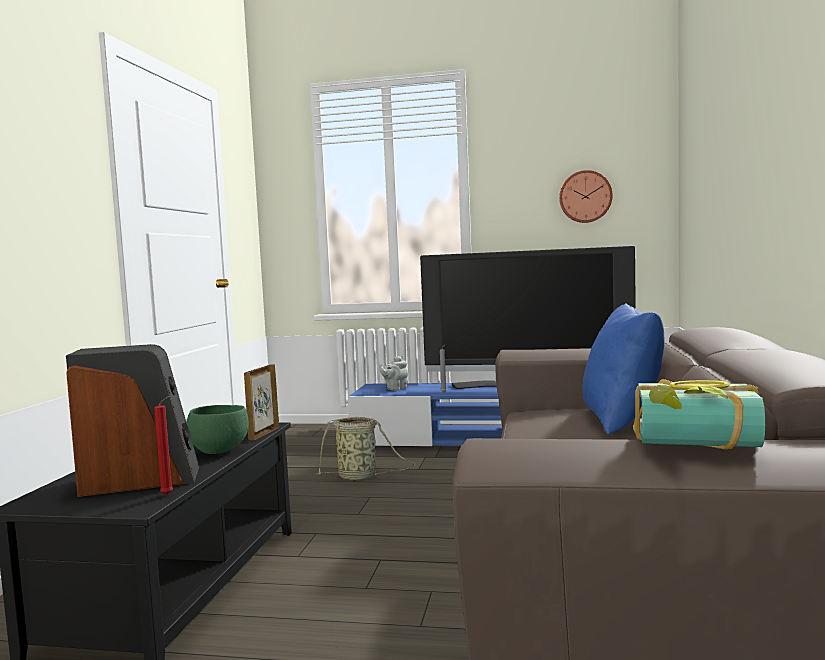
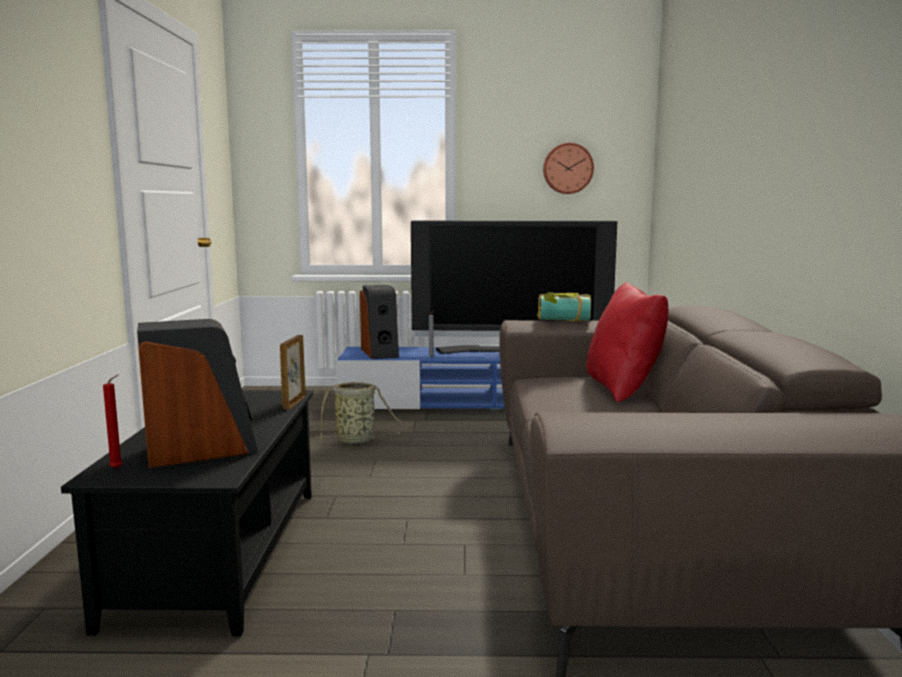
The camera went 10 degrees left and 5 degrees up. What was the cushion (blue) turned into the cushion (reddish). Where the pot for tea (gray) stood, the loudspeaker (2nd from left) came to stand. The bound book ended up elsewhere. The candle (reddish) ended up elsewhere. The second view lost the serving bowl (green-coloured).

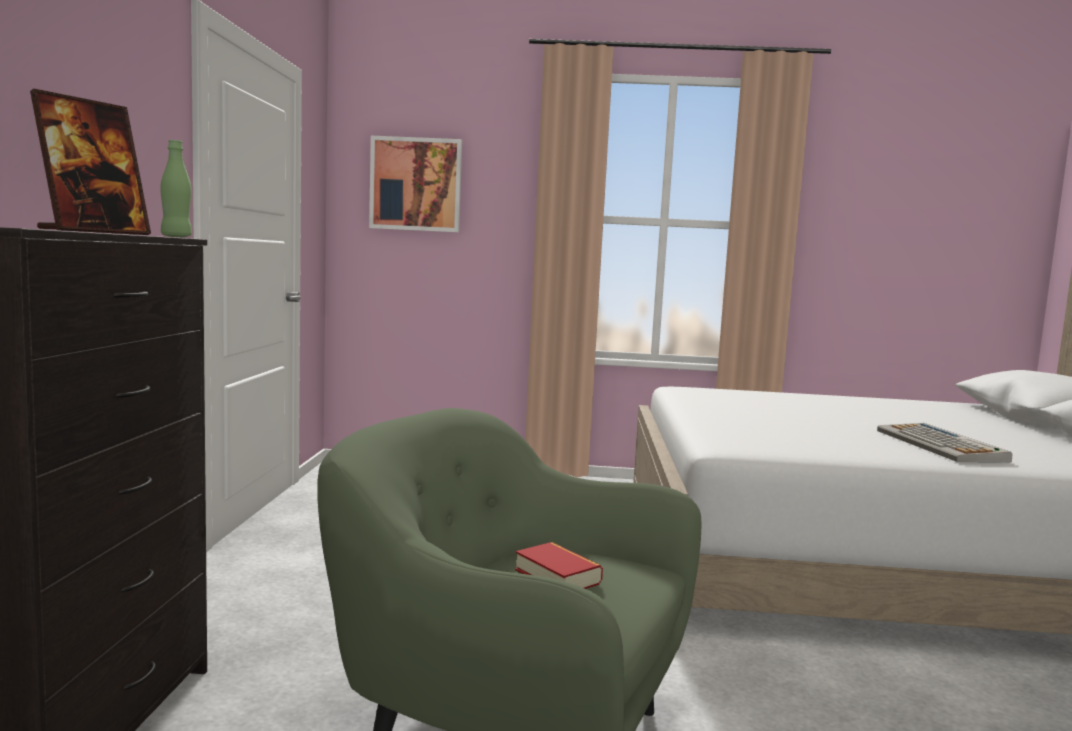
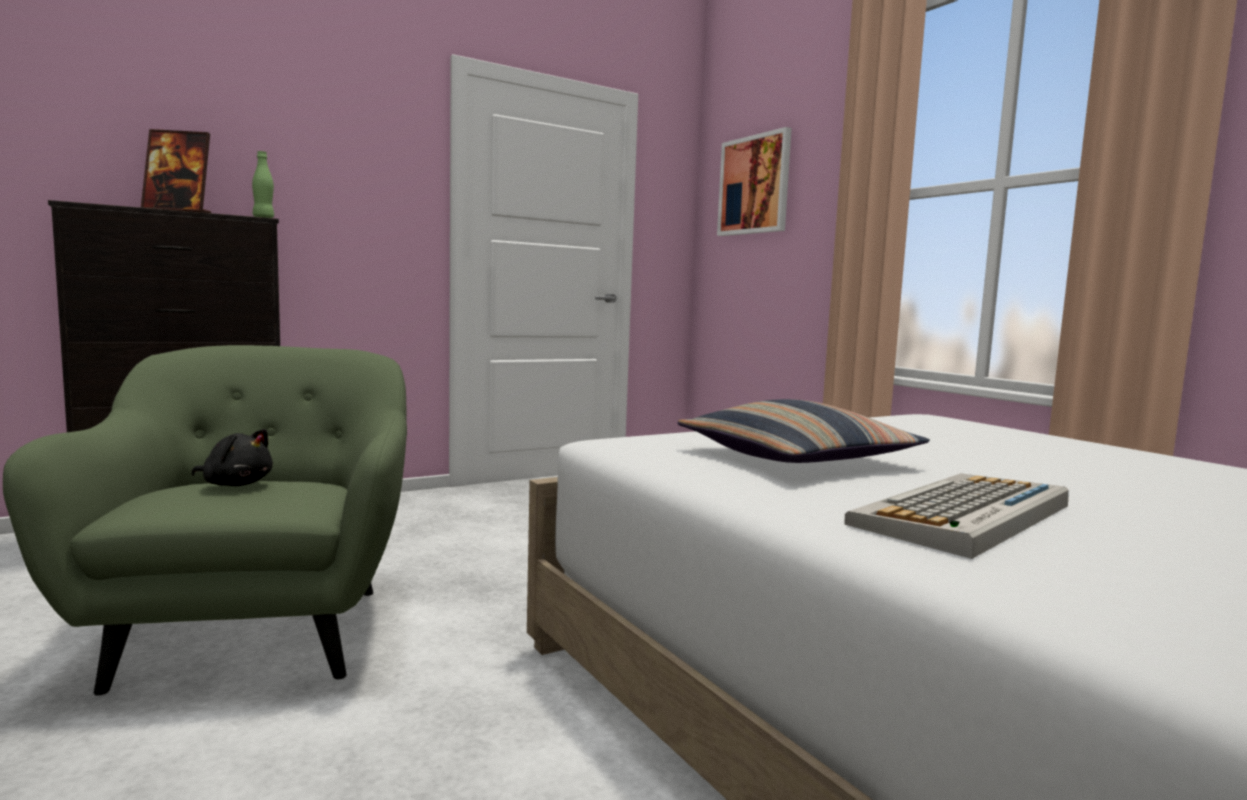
The camera went 55 degrees right and 0 degrees up. Where the bound book stood, the plush toy (black-coloured) came to stand. The second view gained the cushion.

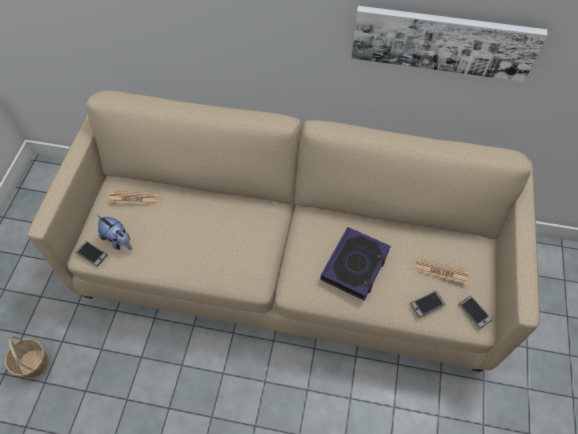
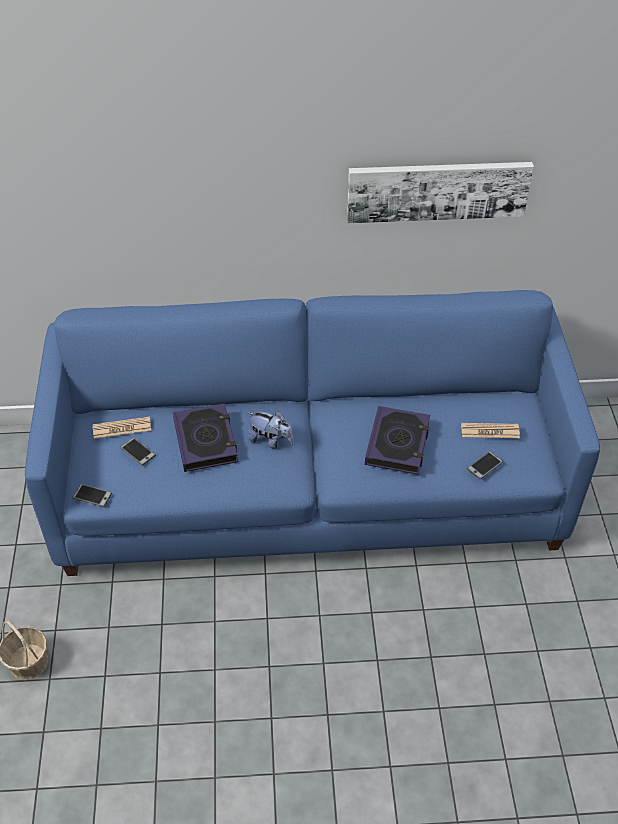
The camera went 15 degrees left and 10 degrees down. What was the settee (beige-coloured) turned into the settee (blue). The plush toy ended up elsewhere. The telephone (3rd from left in the first image) ended up elsewhere. The second view gained the bound book (1st from left).

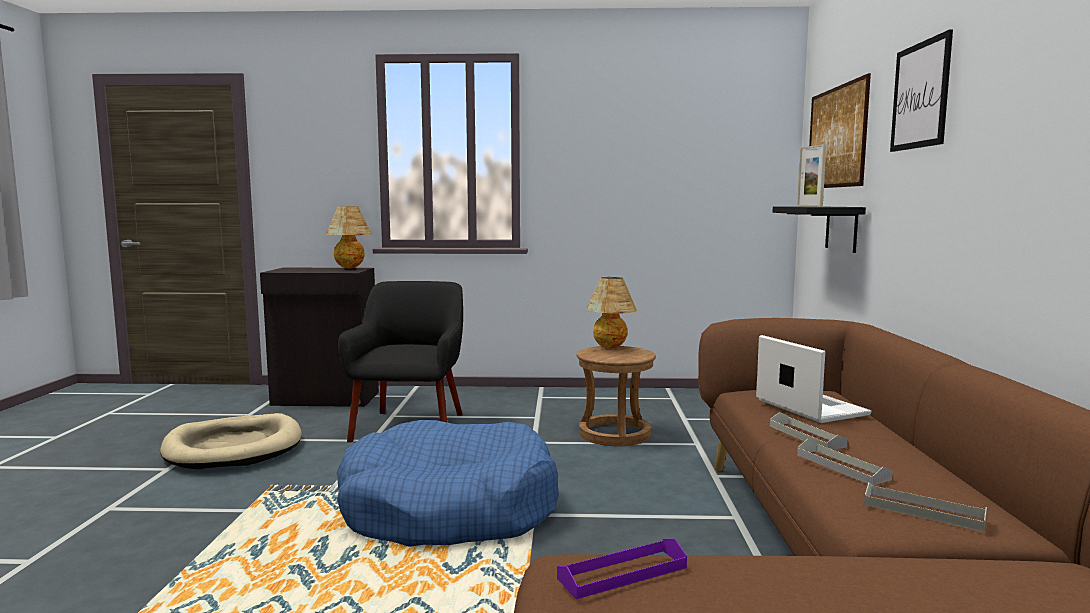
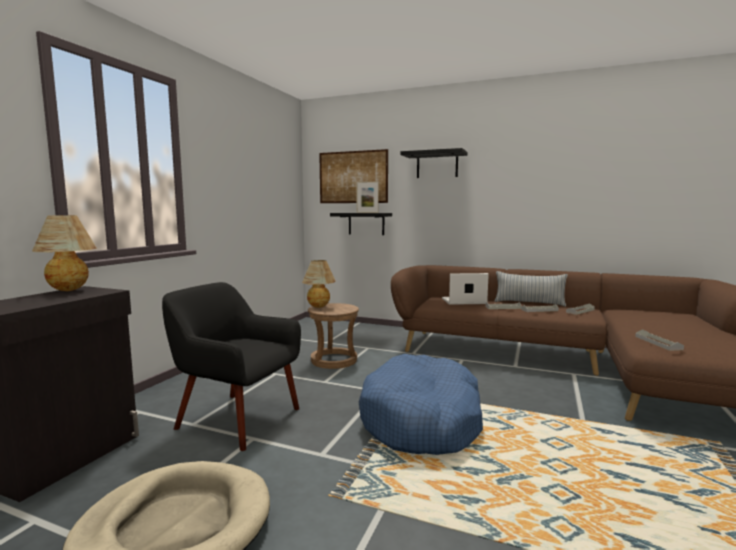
The camera went 70 degrees left and 0 degrees up. Where the picture (2nd from left) hung, the wall shelf (black-coloured) (2nd from left) came to hang. What was the carrying tray (purple) turned into the carrying tray (gray) (4th from left). The second view gained the cushion.

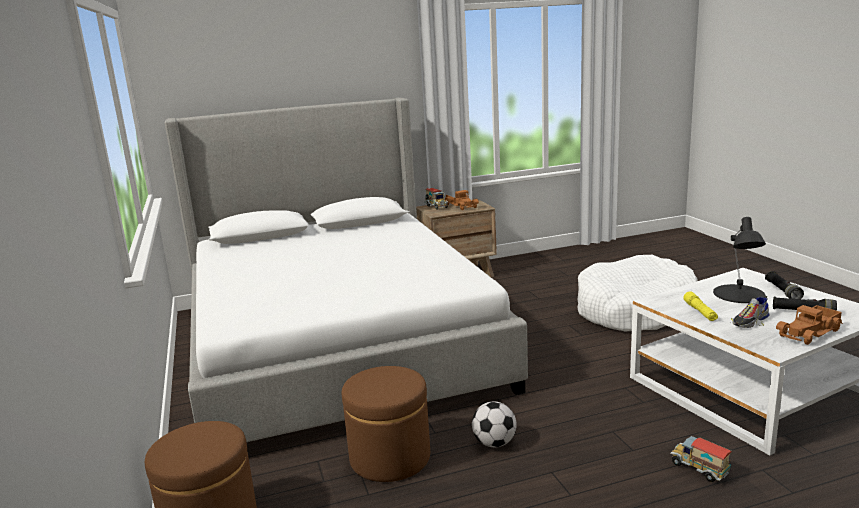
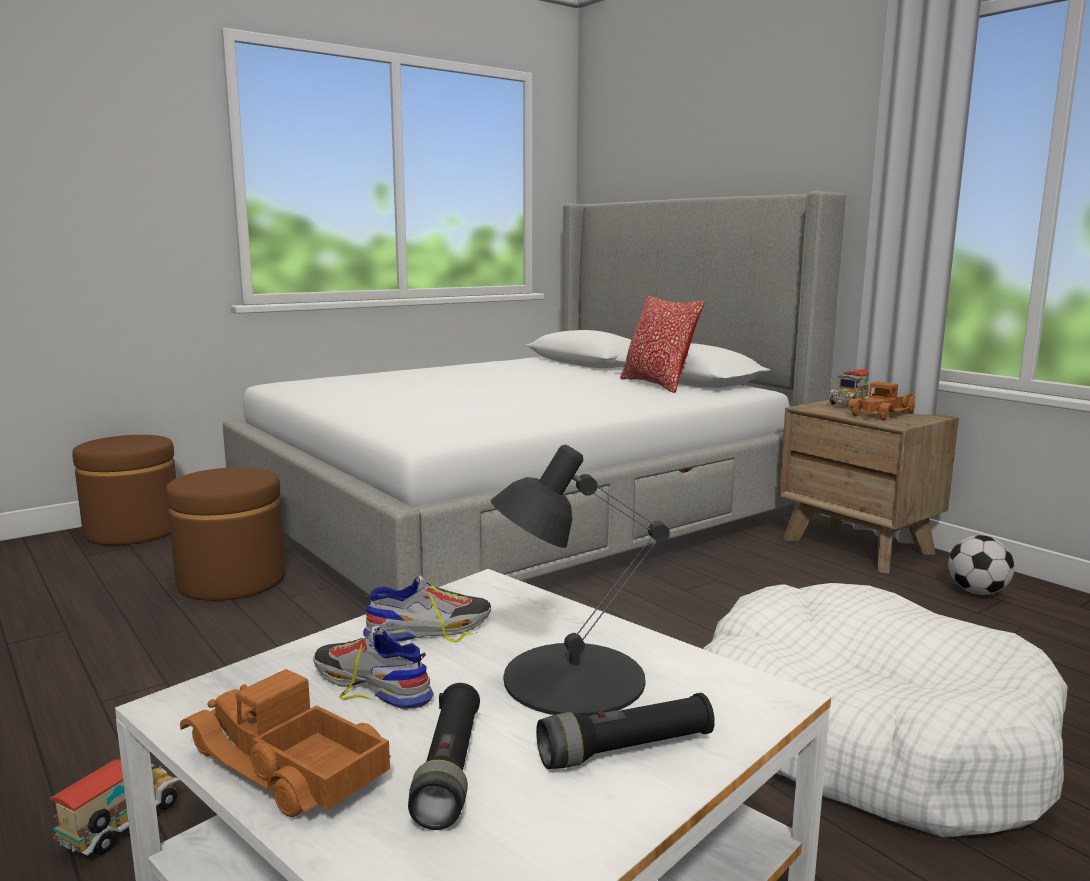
The camera went 70 degrees right and 5 degrees down. Where the flashlight (yellow) stood, the item of footwear (2nd from left) came to stand. The football ended up elsewhere. The second view gained the cushion.

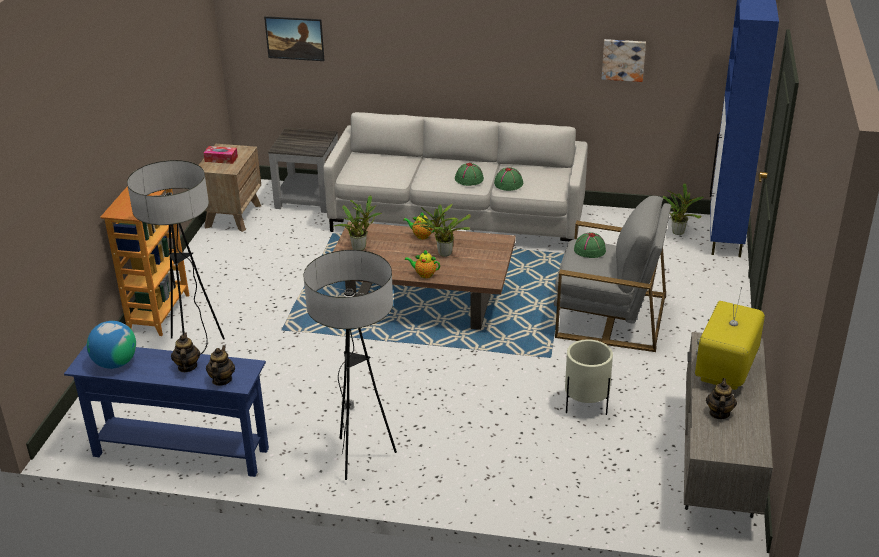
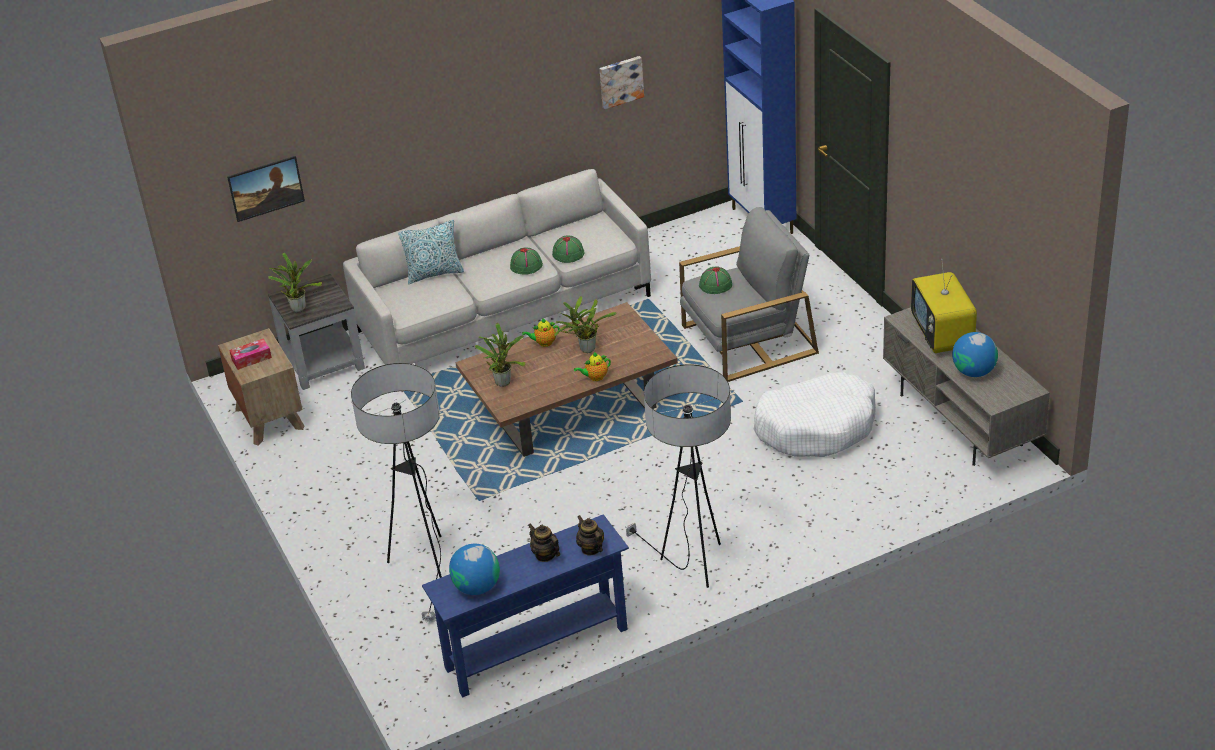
The camera went 35 degrees left and 5 degrees up. The plant in a pot (3rd from left in the first image) ended up elsewhere. The second view lost the bookshelf. Where the planter (beige-coloured) stood, the dog bed (white-coloured) came to stand. Where the pot for tea (5th from left) stood, the desk globe (2nd from left) came to stand. The second view gained the cushion.

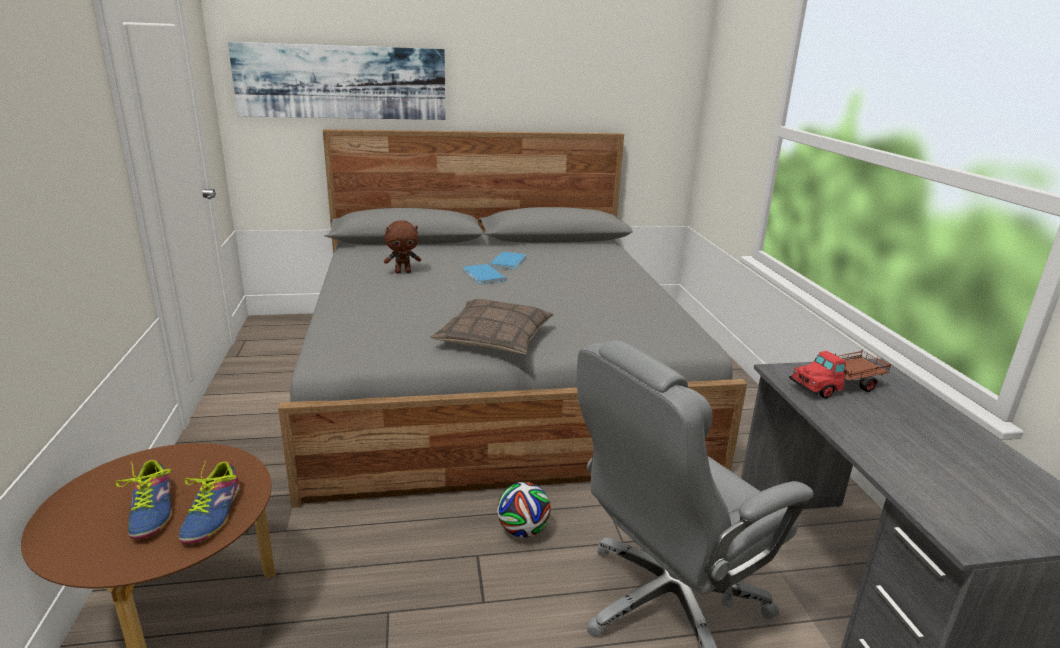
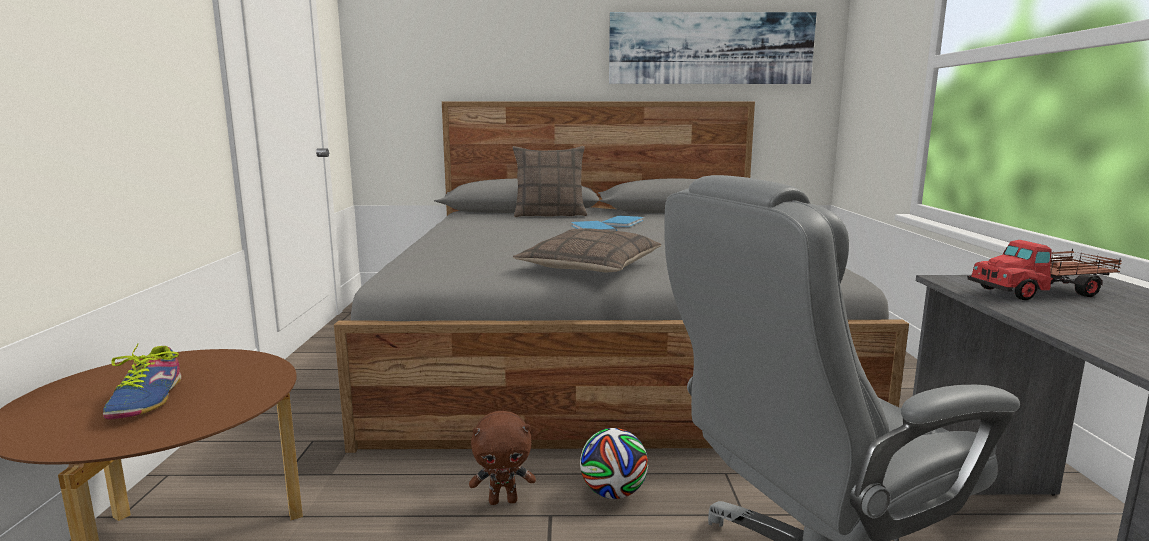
The camera went 10 degrees right and 10 degrees down. The picture ended up elsewhere. The plush toy (brown) ended up elsewhere. The second view lost the item of footwear (2nd from left). The second view gained the cushion (1st from left).

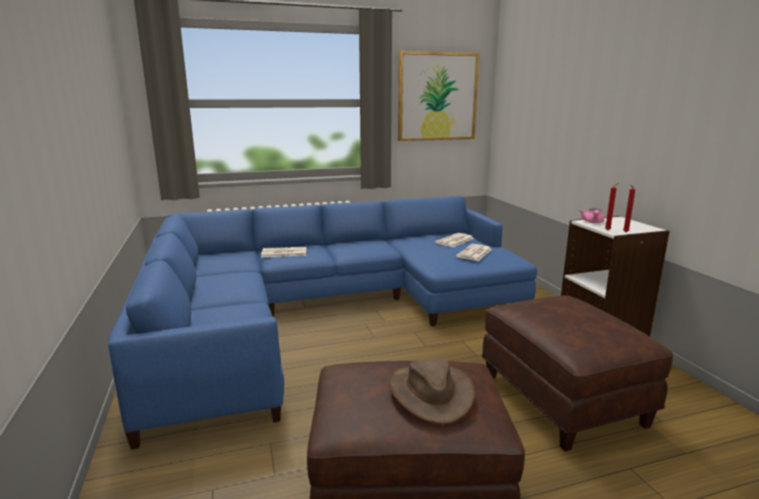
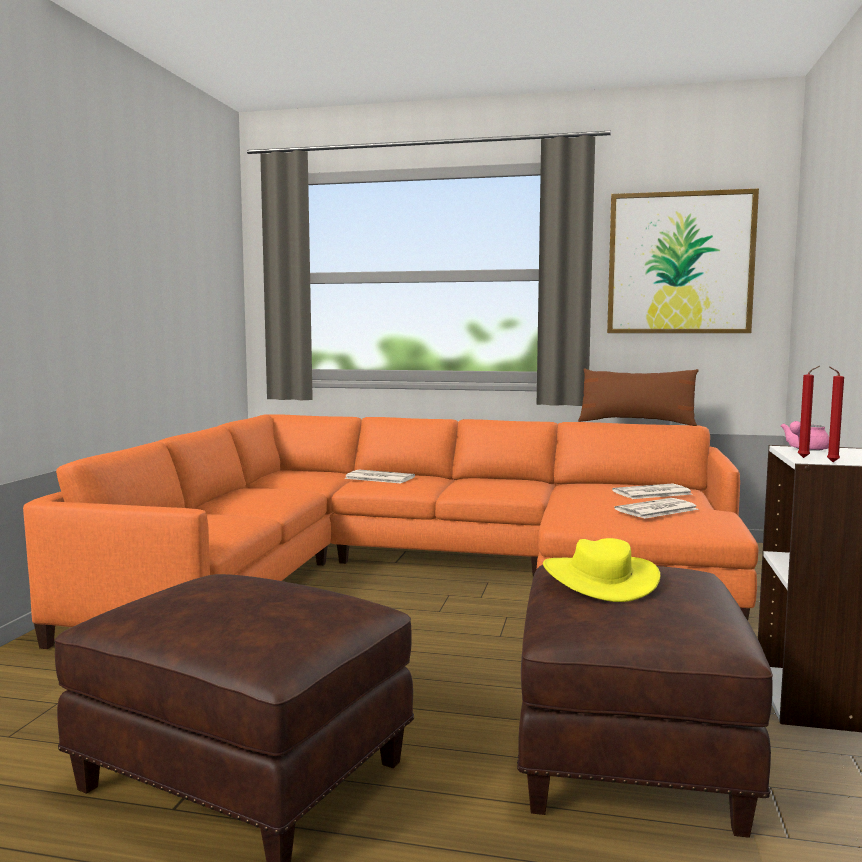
The camera went 30 degrees right and 10 degrees down. What was the settee (blue) turned into the settee (orangey). The second view lost the clothing hat (brown). The second view gained the cushion (brown). The second view gained the clothing hat (yellow).

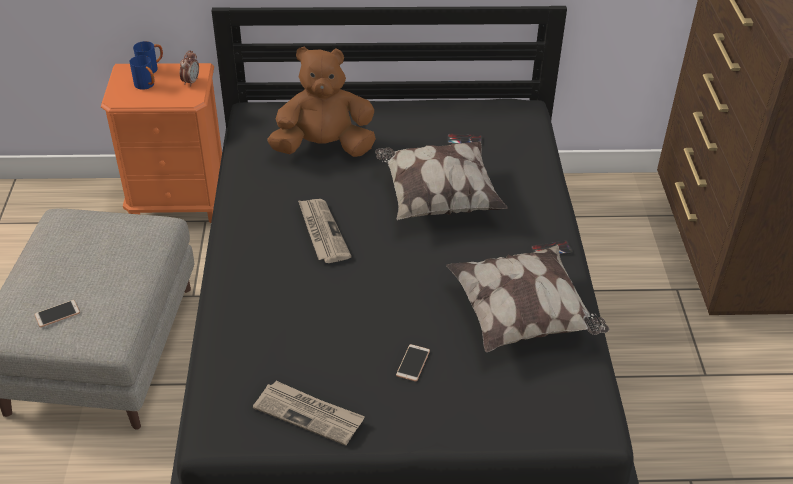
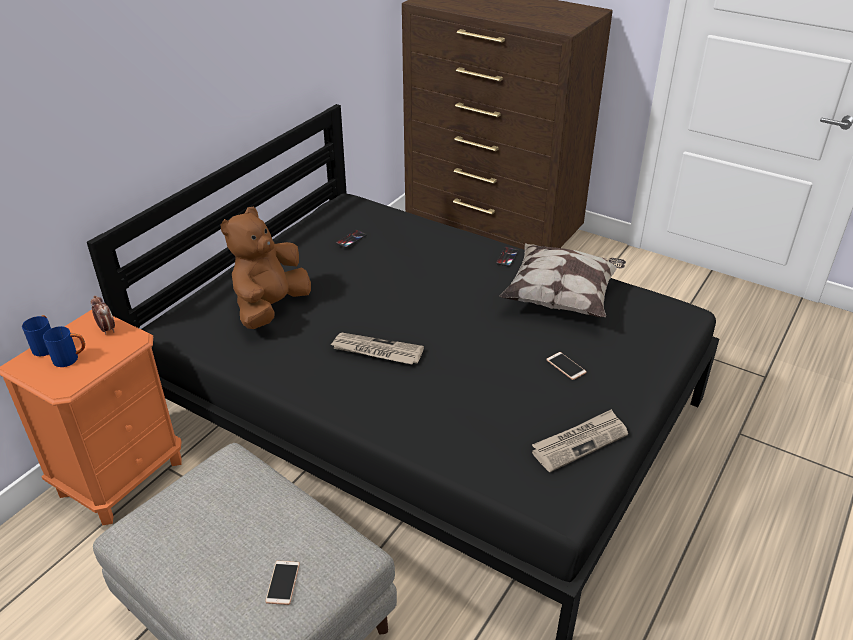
The camera went 55 degrees left and 5 degrees down. The second view lost the cushion (1st from left).

